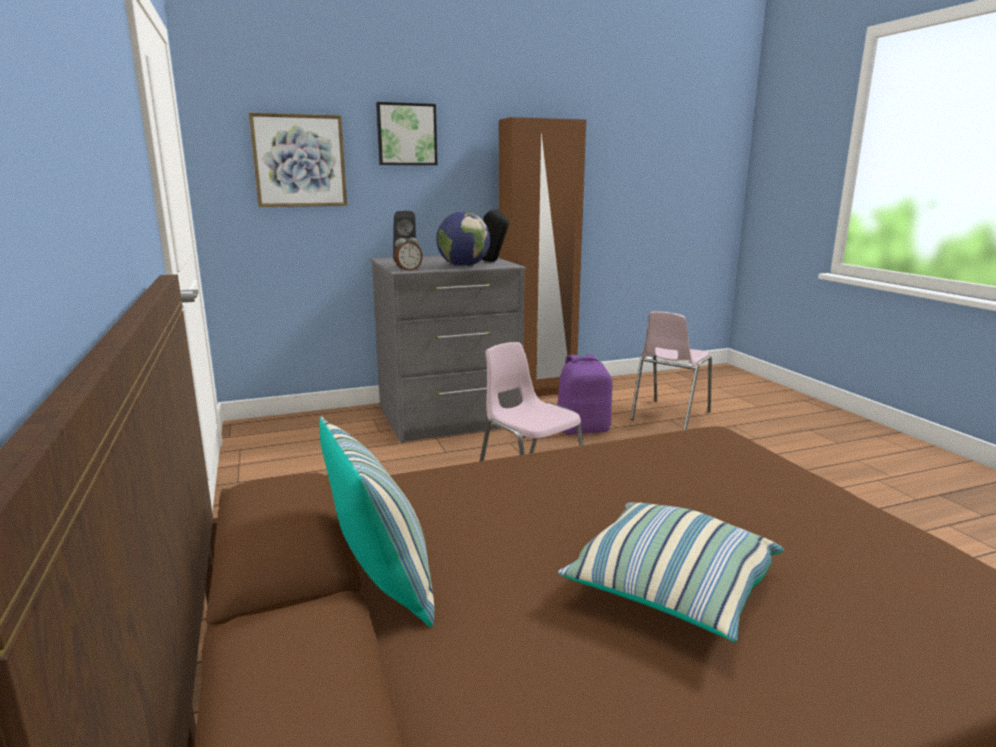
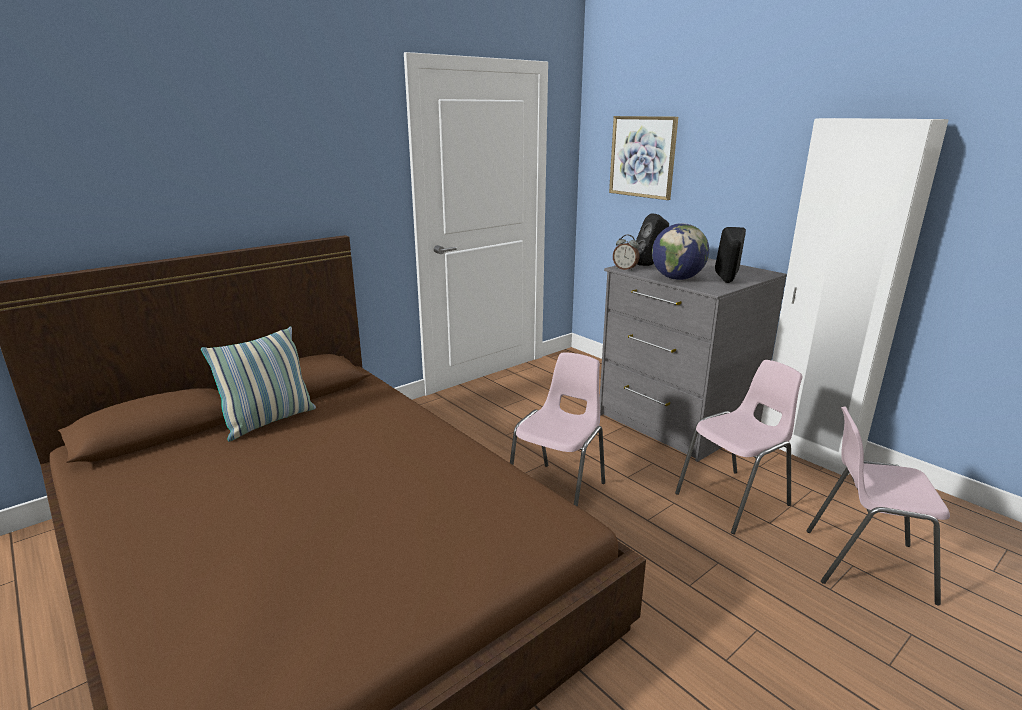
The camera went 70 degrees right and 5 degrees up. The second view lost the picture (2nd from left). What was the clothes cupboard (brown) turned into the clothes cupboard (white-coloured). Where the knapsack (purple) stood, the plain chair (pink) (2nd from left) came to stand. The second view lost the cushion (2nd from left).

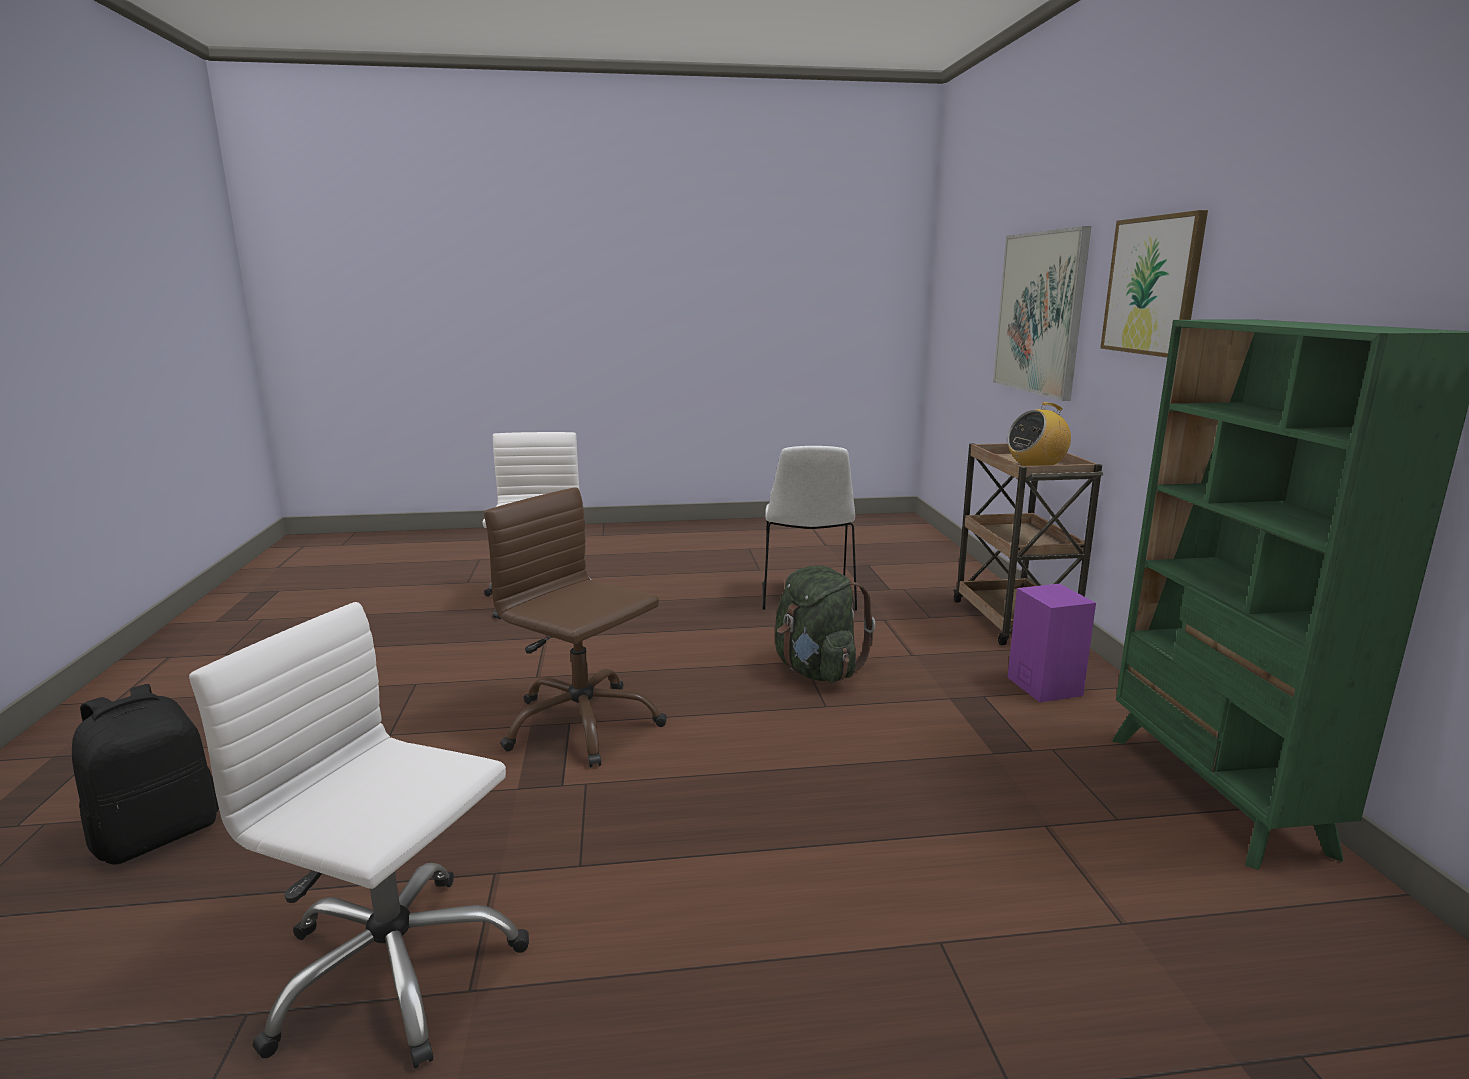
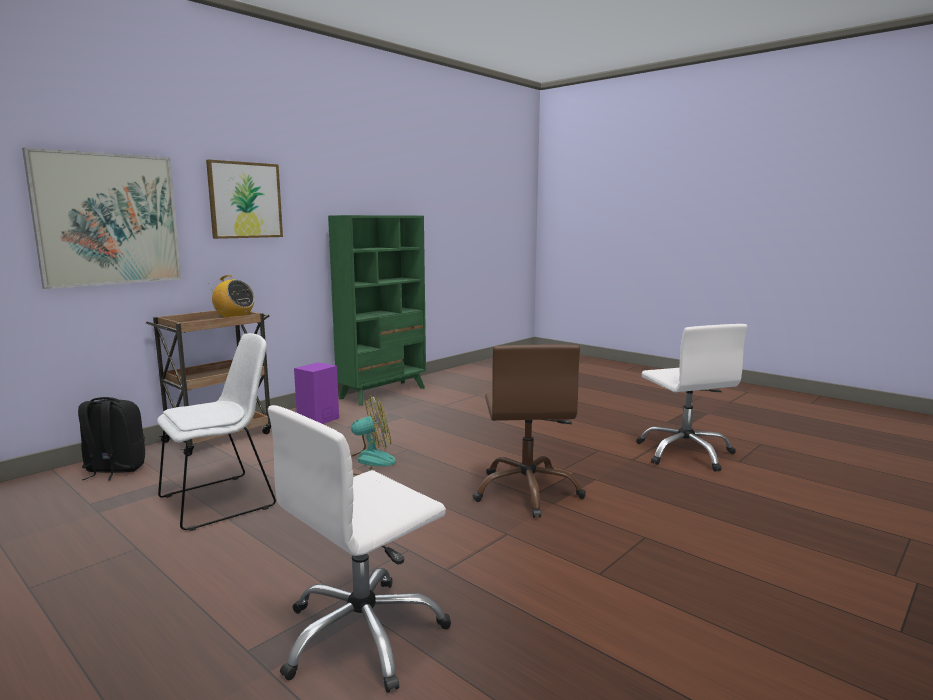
The camera went 130 degrees left and 5 degrees down. Where the knapsack (green-coloured) stood, the cooling fan came to stand. The knapsack (black-coloured) ended up elsewhere.

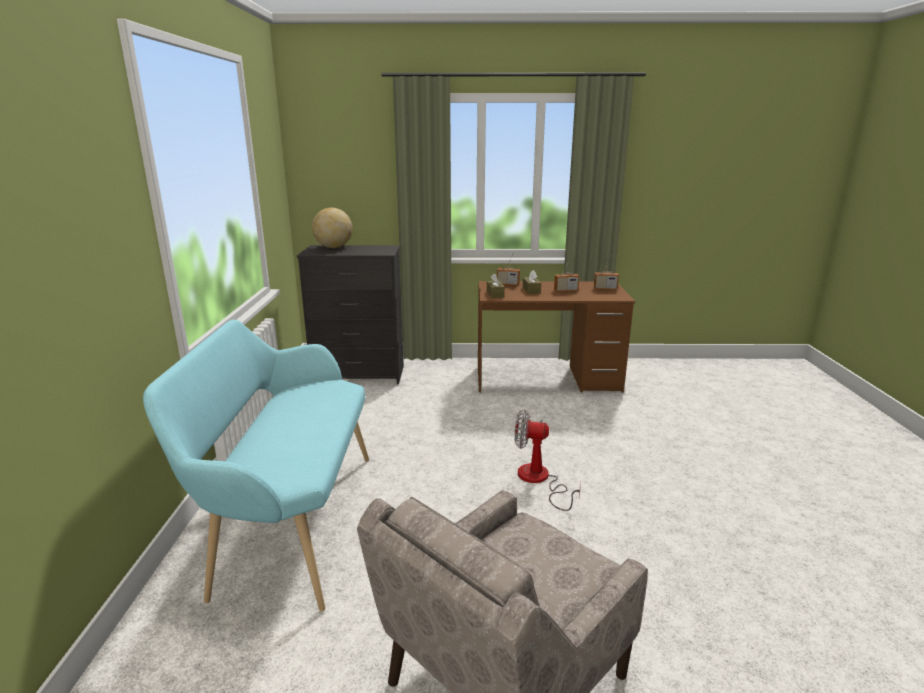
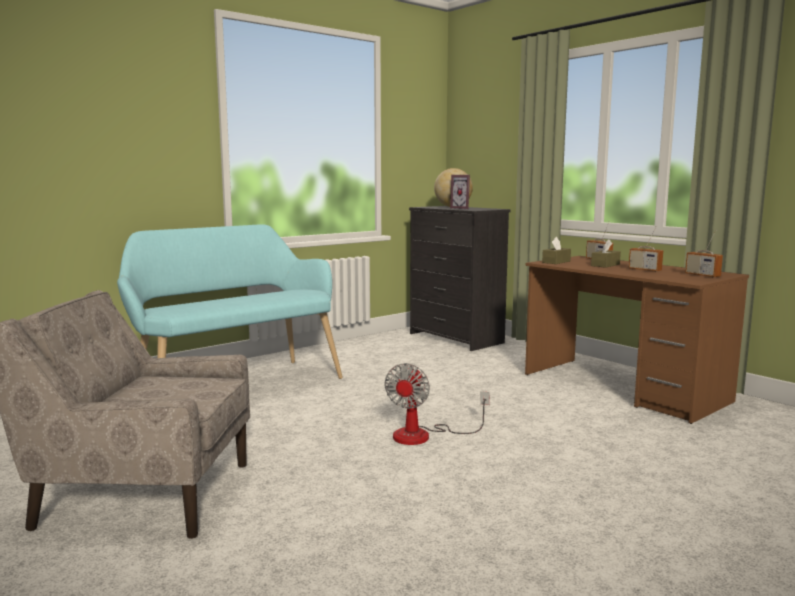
The camera went 50 degrees right and 10 degrees down. The cooling fan ended up facing another way, 135 degrees counterclockwise from before. The second view gained the picture frame.

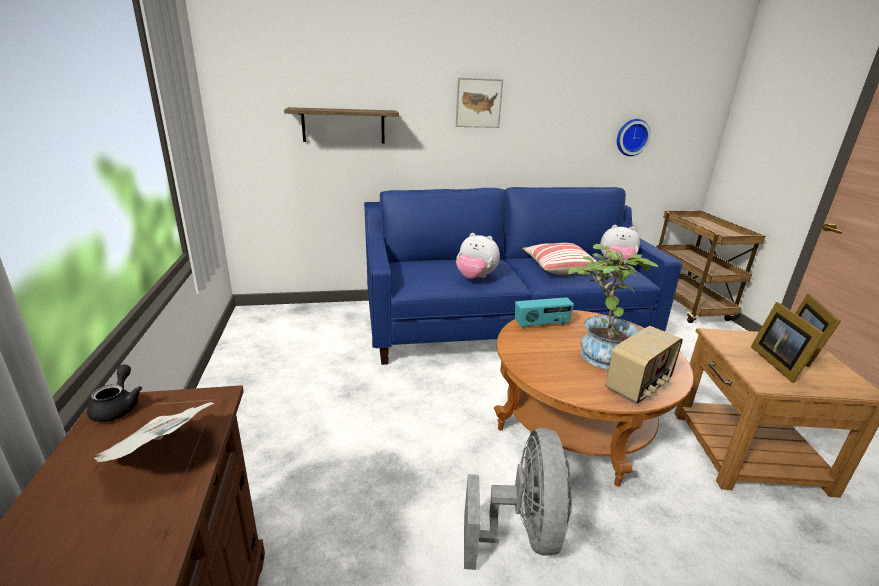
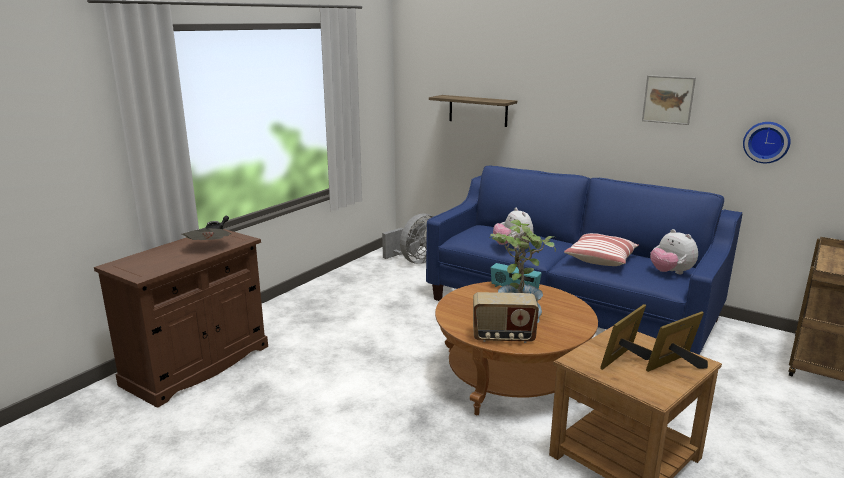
The camera went 45 degrees right and 5 degrees down. The picture ended up elsewhere. The cooling fan (gray) ended up elsewhere.

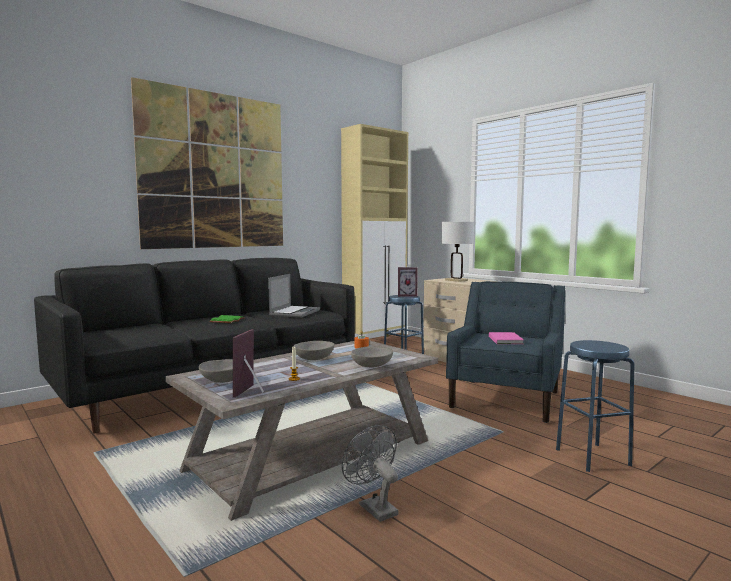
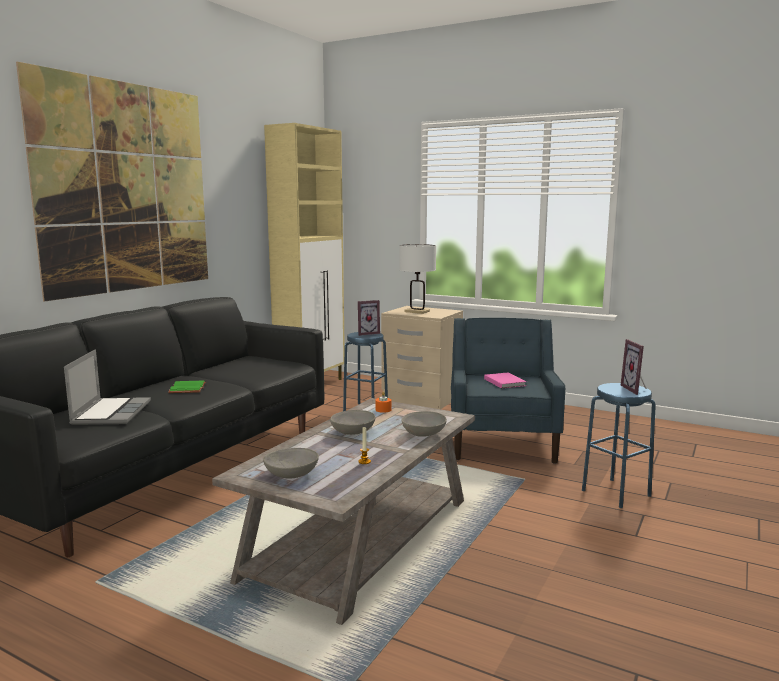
The camera went 20 degrees left and 5 degrees up. The portable computer ended up elsewhere. The picture frame (1st from left in the first image) ended up elsewhere. The second view lost the cooling fan (gray).

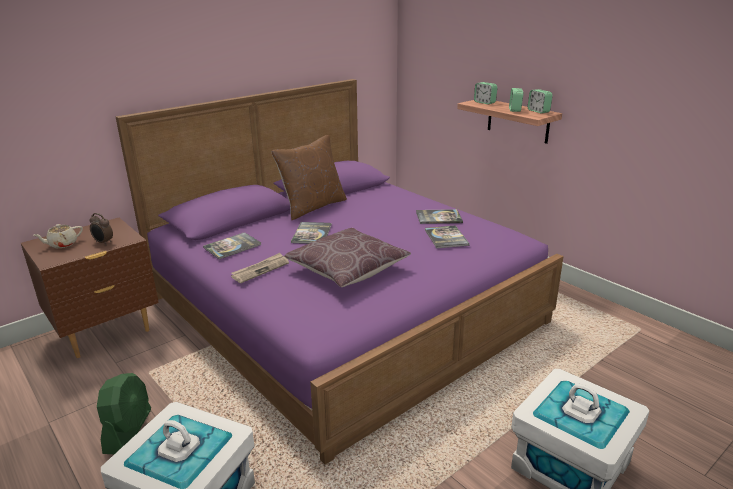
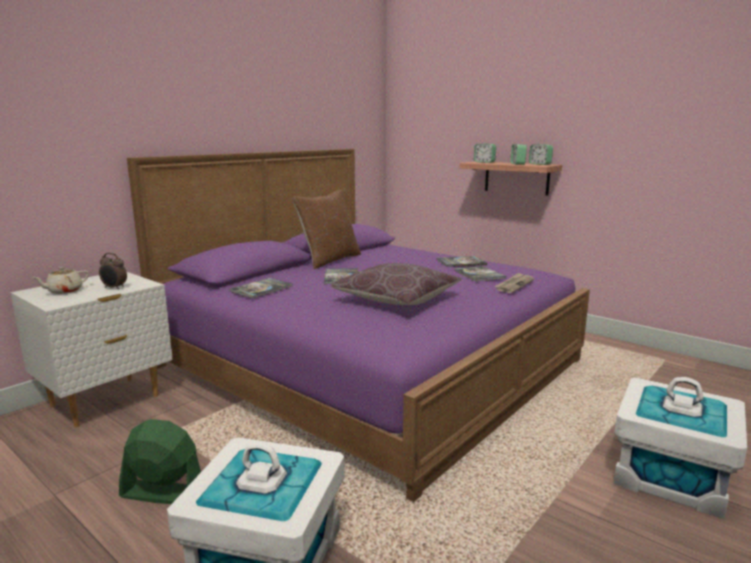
The camera went 10 degrees left and 10 degrees down. What was the night table (brown) turned into the night table (white-coloured). The daily paper ended up elsewhere. The cooling fan (green-coloured) ended up facing another way, 75 degrees counterclockwise from before.

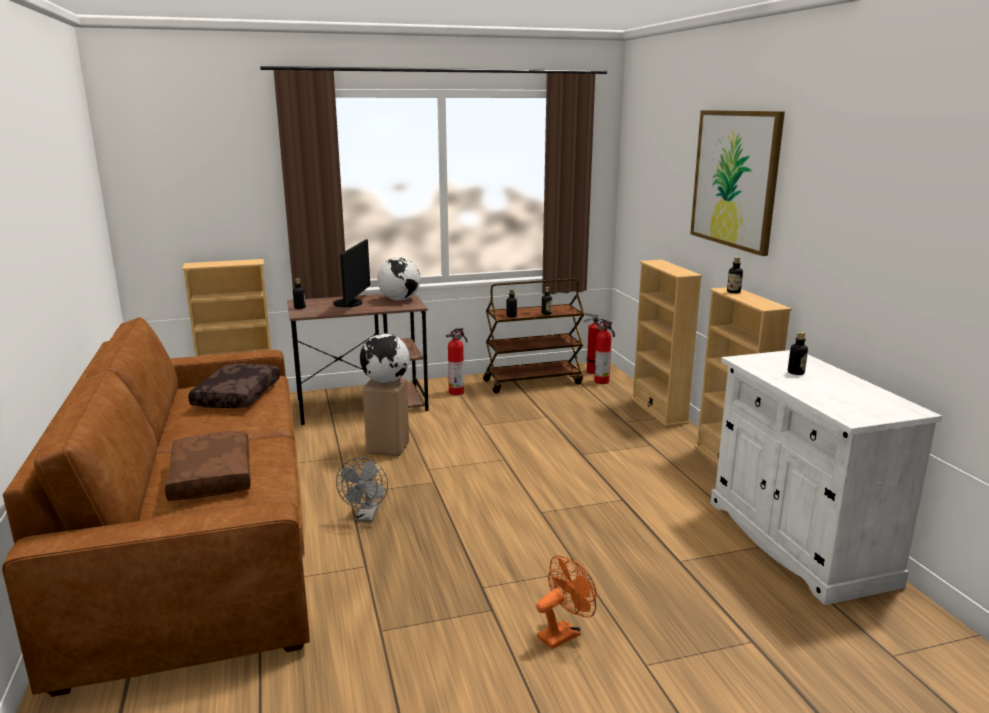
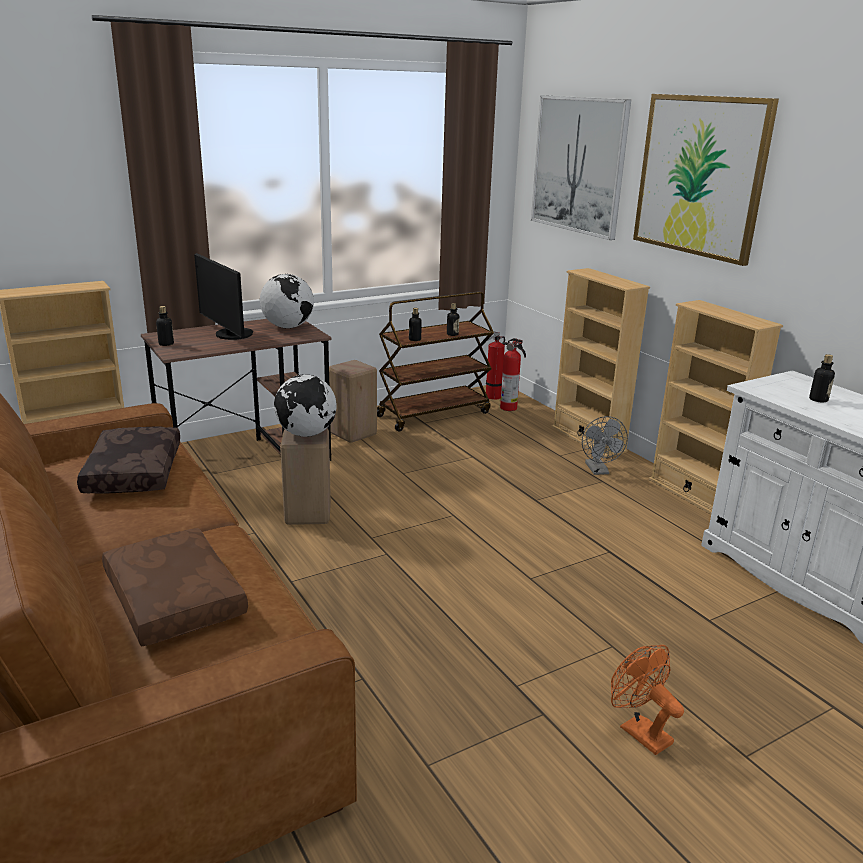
The camera went 15 degrees left and 5 degrees up. The computer display ended up facing another way, 150 degrees clockwise from before. The second view lost the bottle (4th from left). Where the fire extinguisher (1st from left) stood, the sitting stool (beige-coloured) (2nd from left) came to stand. The cooling fan (gray) ended up elsewhere. The cooling fan (orangey) ended up facing another way, 75 degrees counterclockwise from before. The second view gained the picture (1st from left).

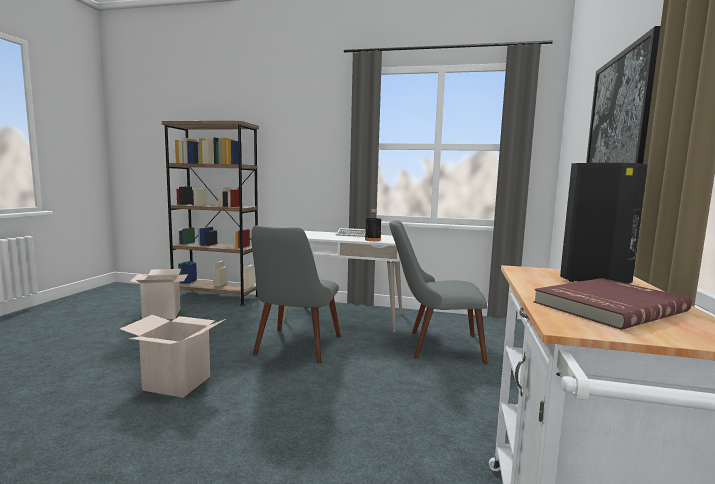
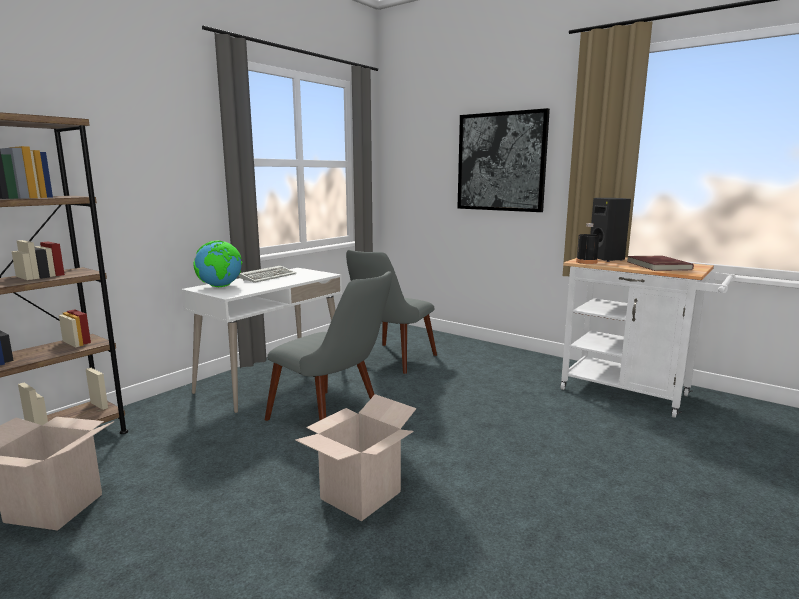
The camera went 65 degrees left and 5 degrees up. The bottle (black-coloured) ended up elsewhere. The second view gained the desk globe.

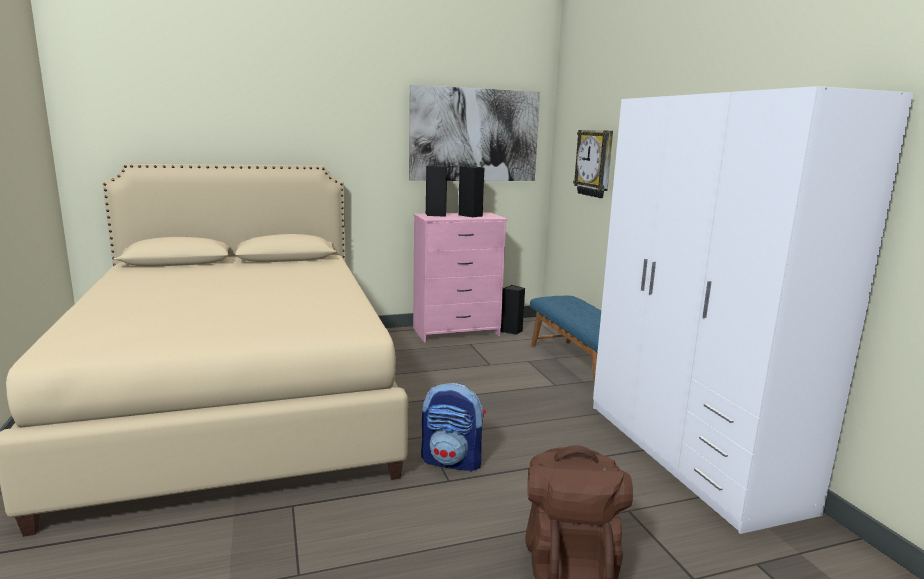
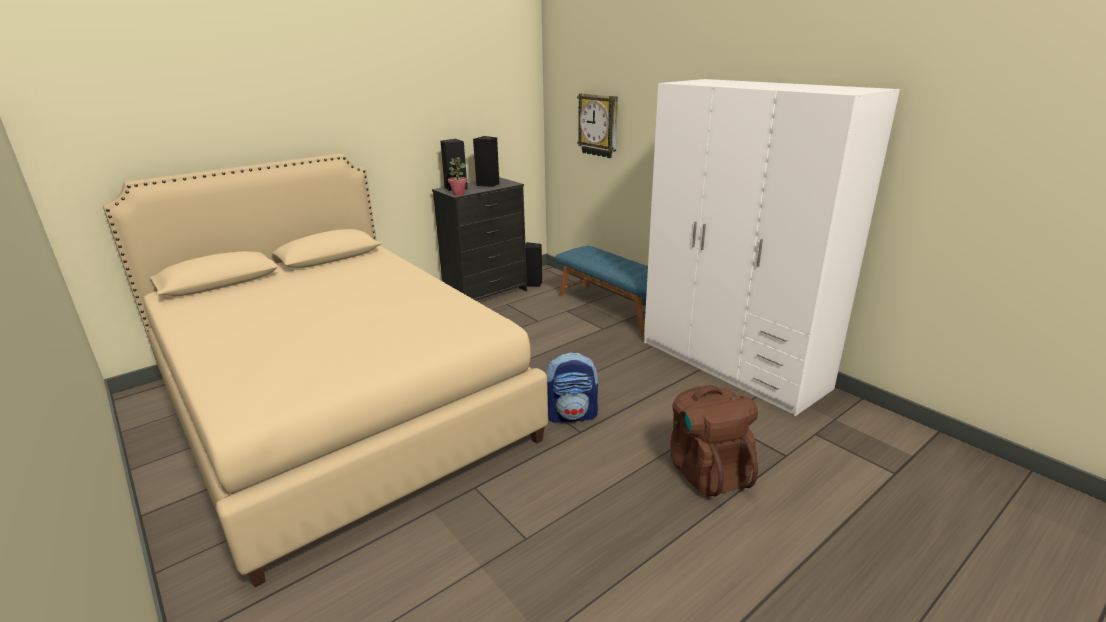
The camera went 20 degrees left and 10 degrees up. The second view lost the picture. What was the chest of drawers (pink) turned into the chest of drawers (black-coloured). The second view gained the plant in a pot.

